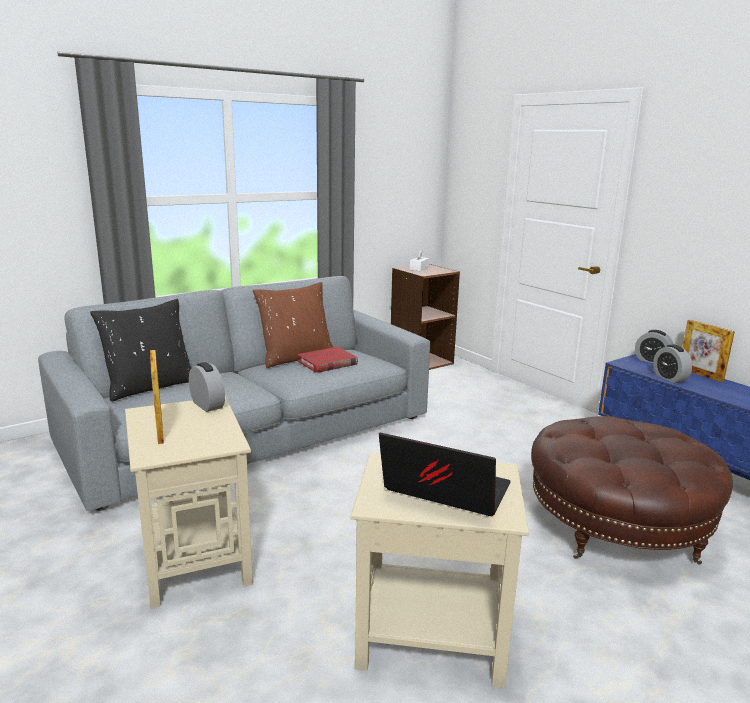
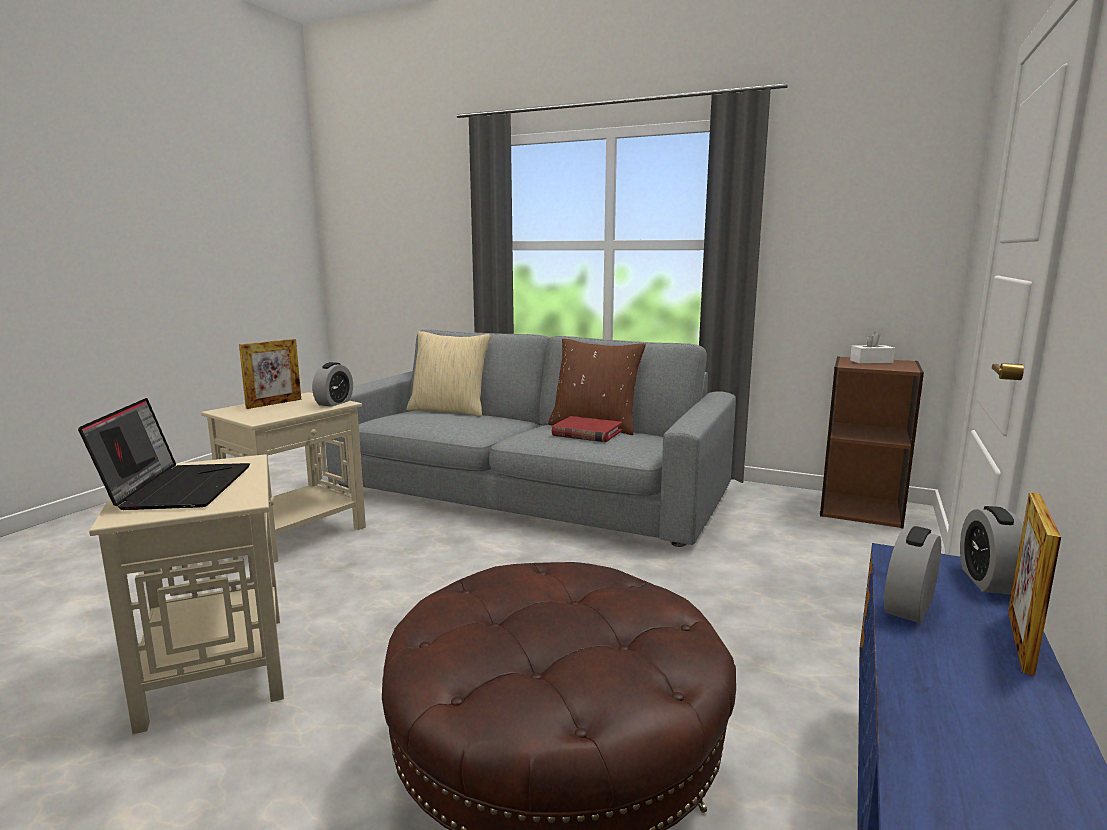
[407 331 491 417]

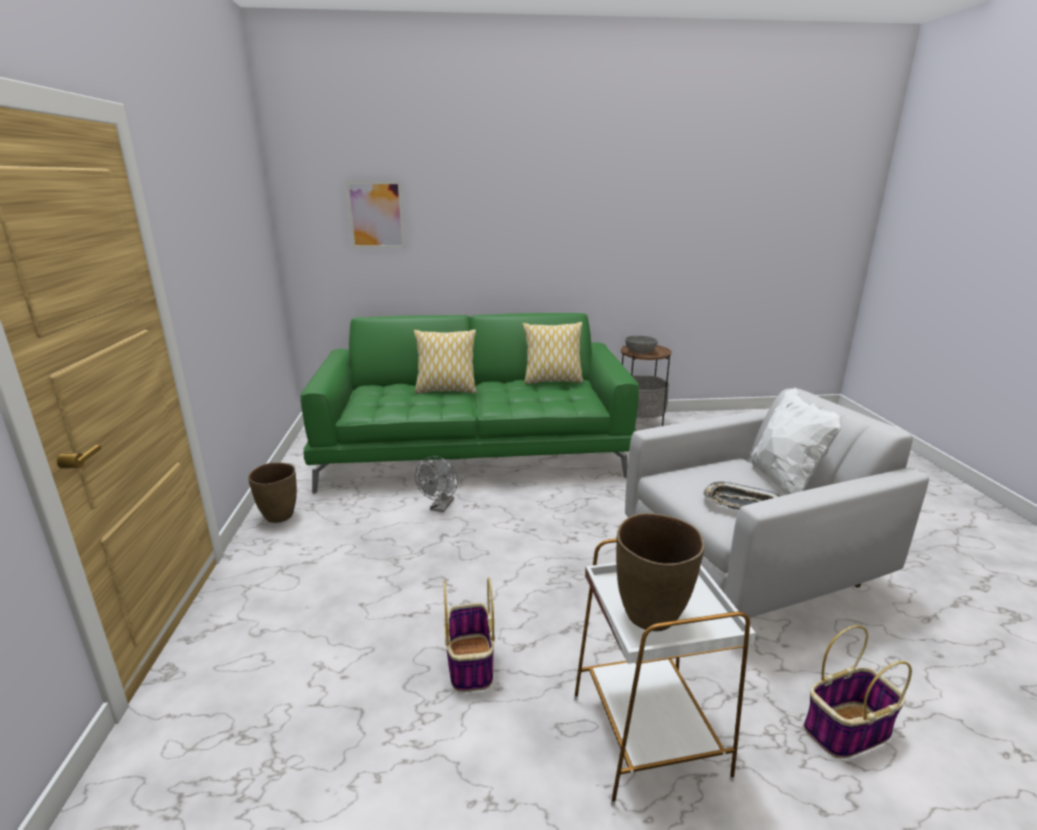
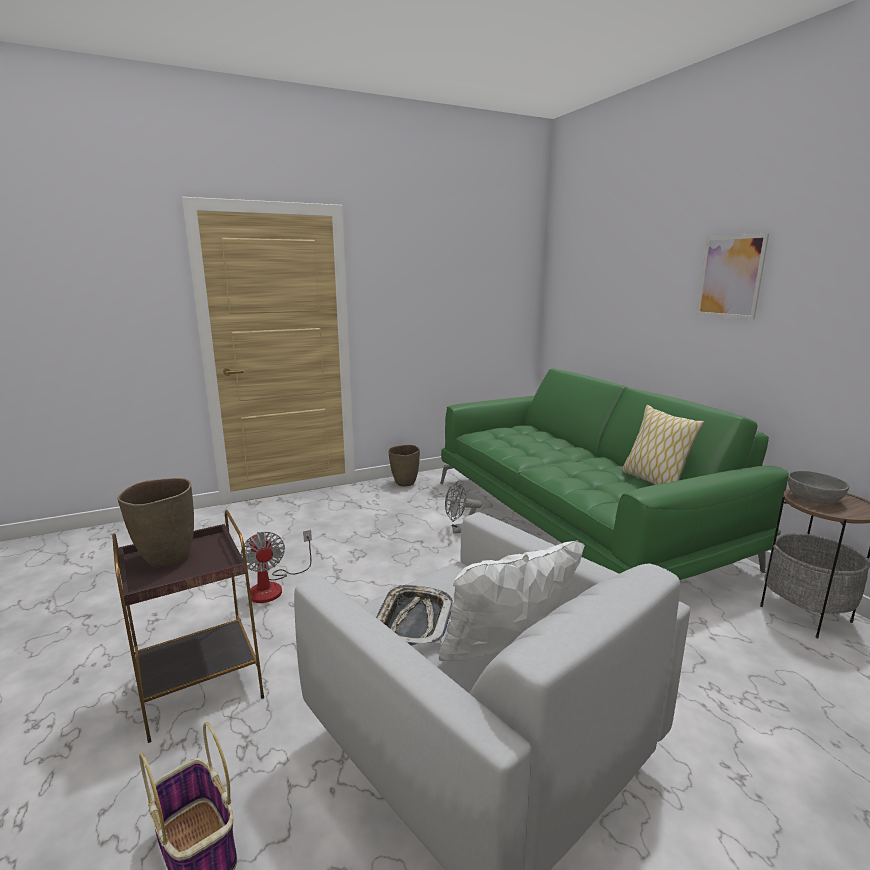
[696 233 769 319]
[414 329 477 394] (first image)
[241 530 312 603]
[112 510 264 743]

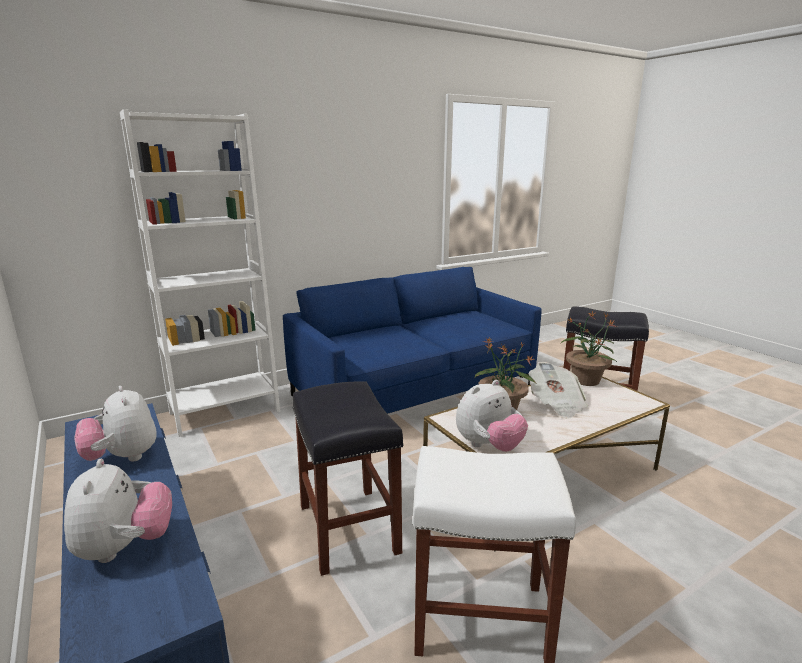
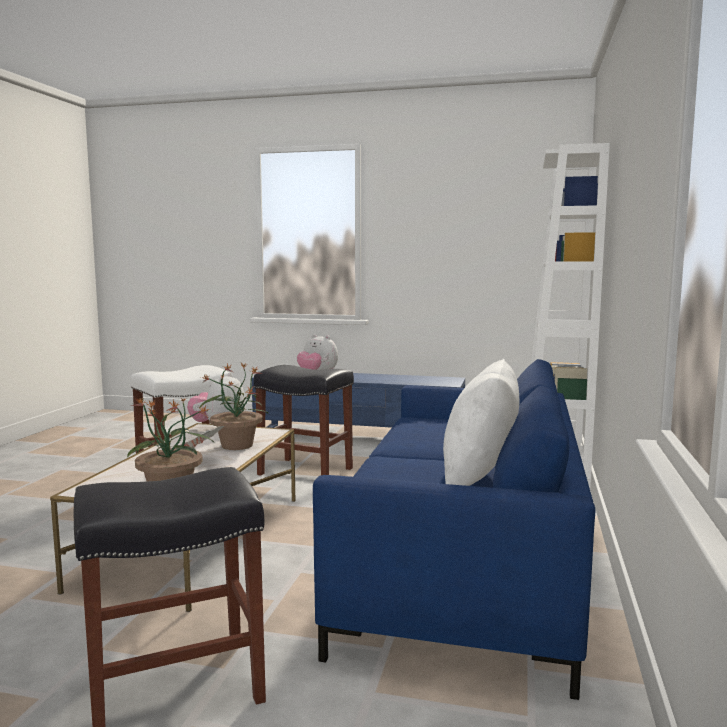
[74 386 157 462] (first image)
[443 359 520 486]

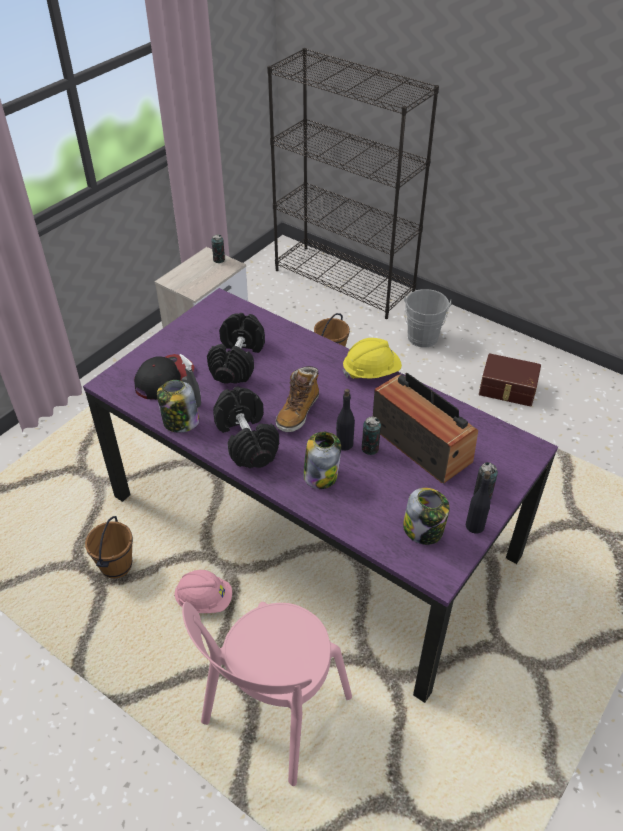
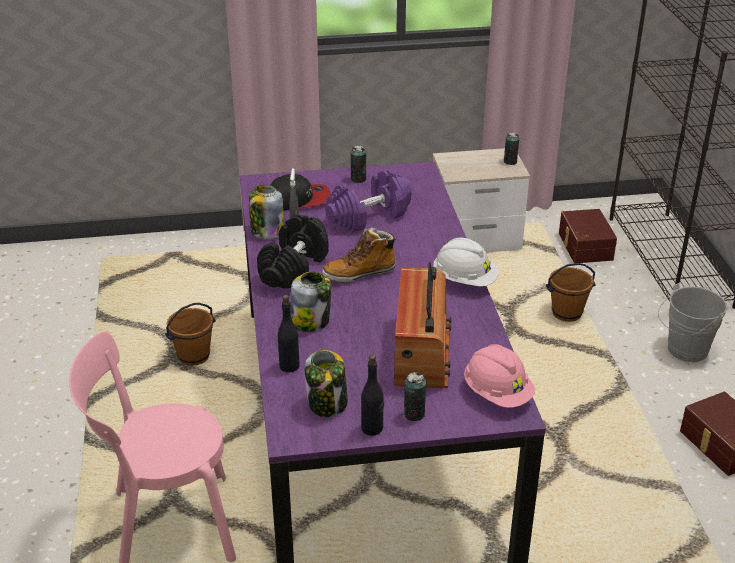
[464 344 535 408]
[325 170 412 233]
[278 295 300 373]
[433 238 499 287]
[351 146 366 183]
[559 209 617 263]

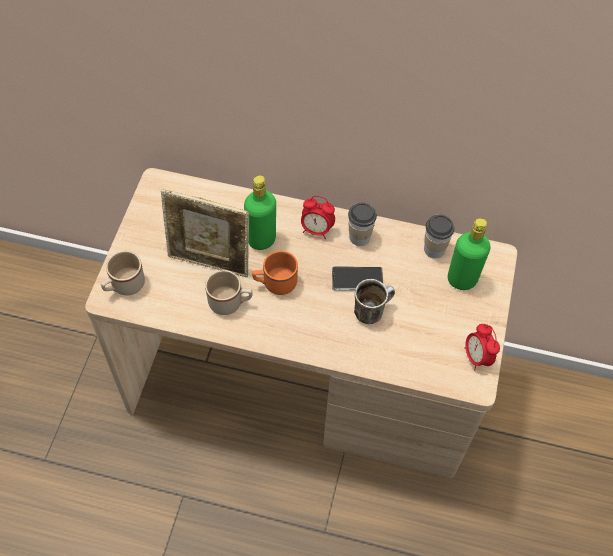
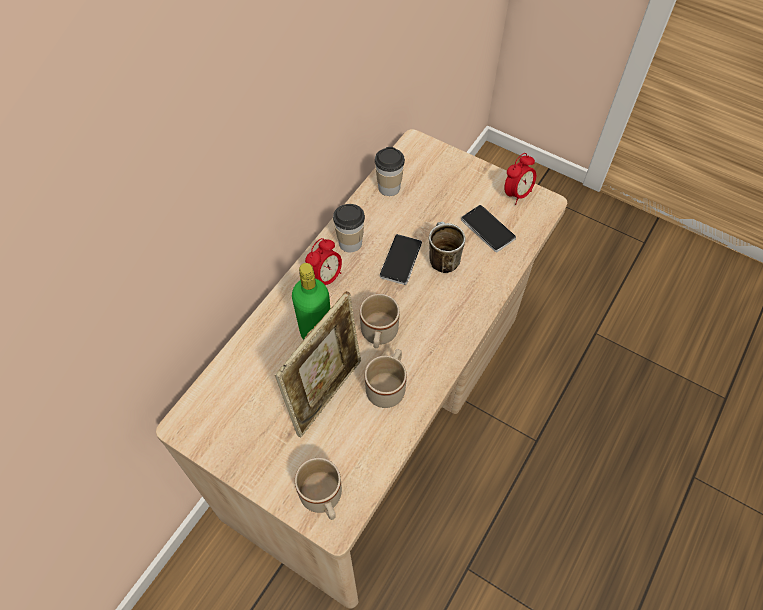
[360 294 400 348]
[448 218 490 290] (first image)
[504 153 536 205]
[461 205 516 252]

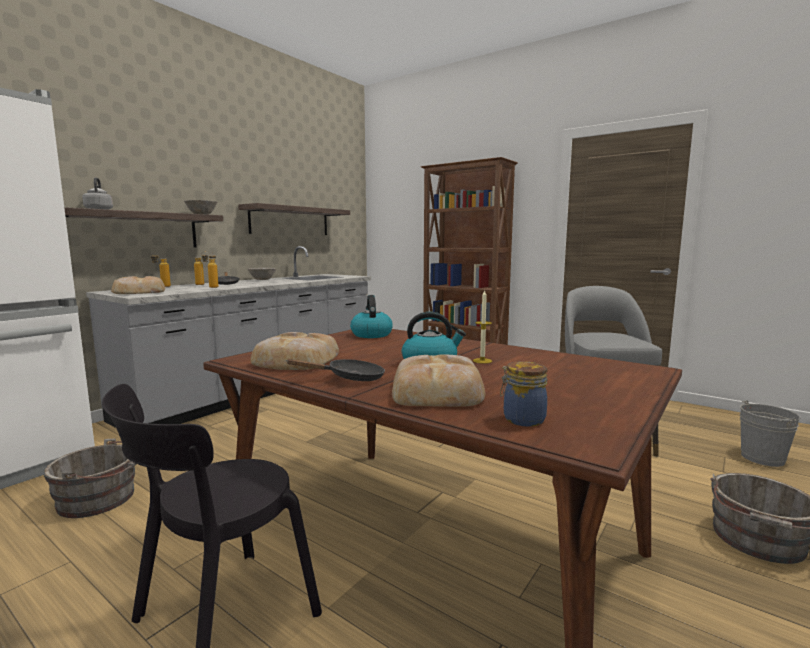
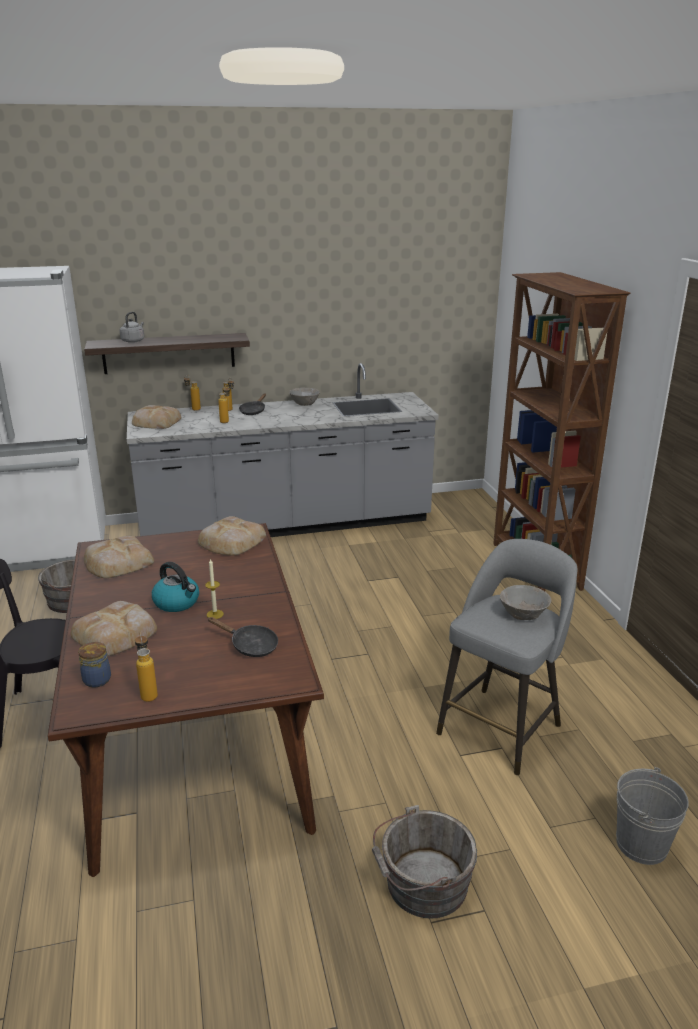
[500 585 551 620]
[238 203 350 235] (first image)
[208 617 278 657]
[198 516 266 556]
[135 632 158 702]

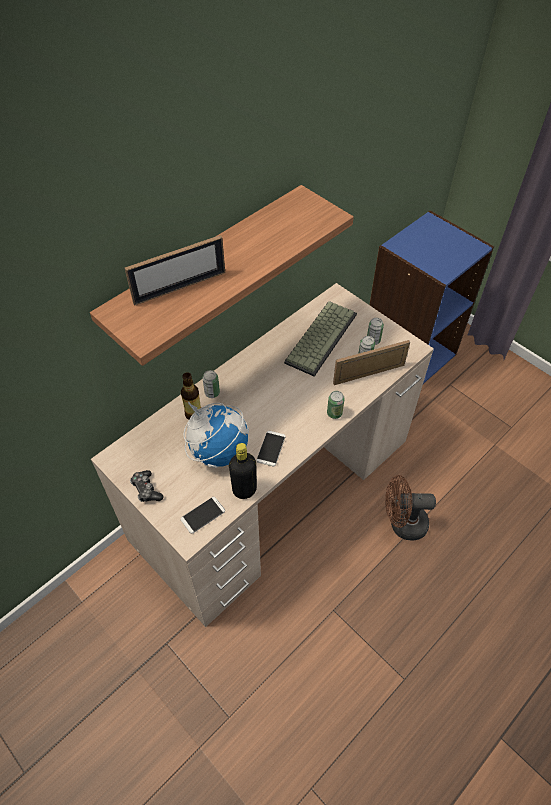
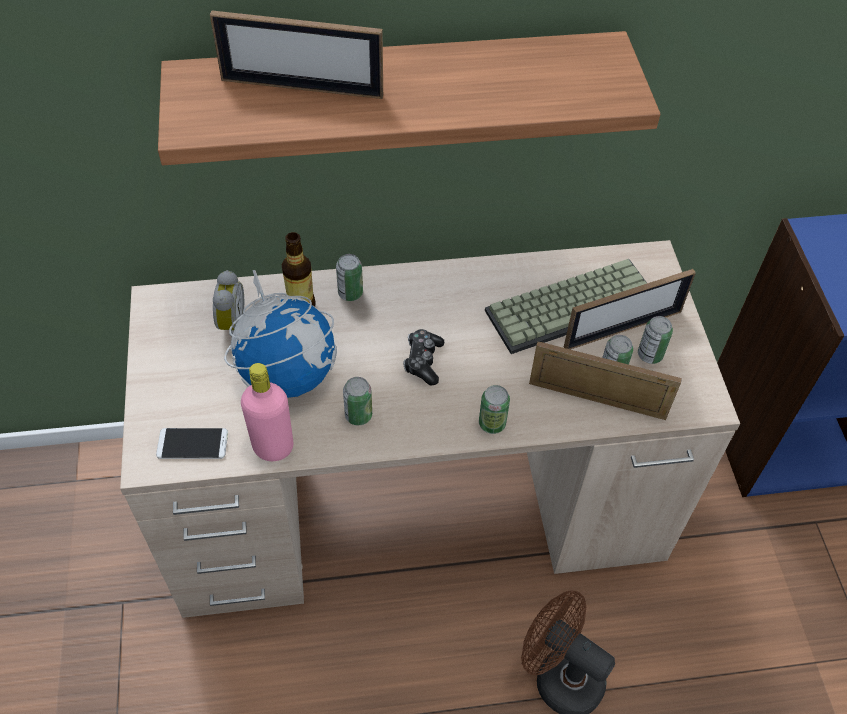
[403 329 444 385]
[241 363 294 461]
[343 377 372 425]
[213 270 244 334]
[564 269 696 350]

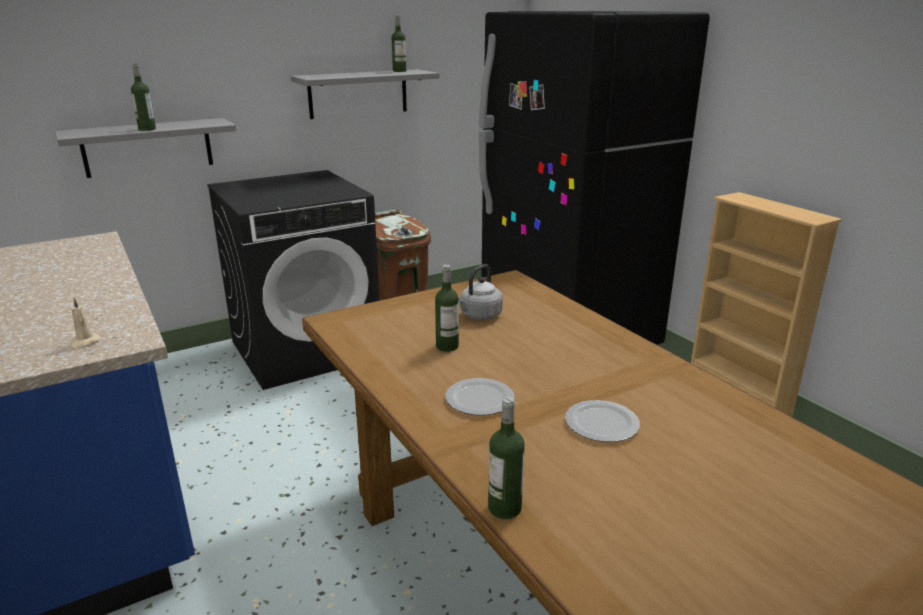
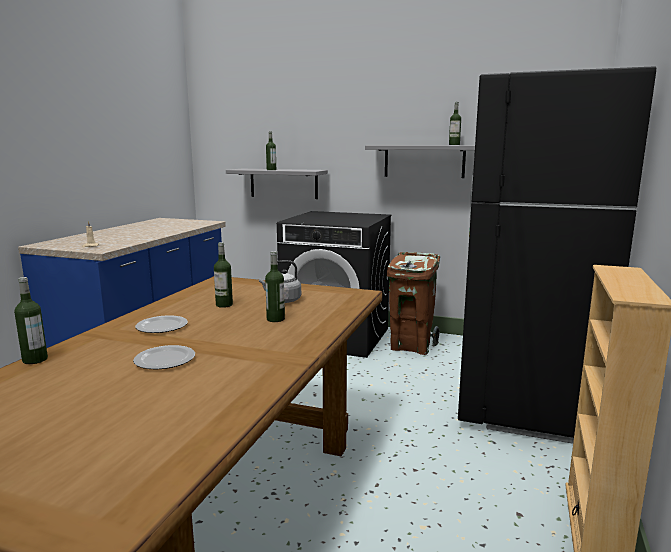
[265 251 285 322]

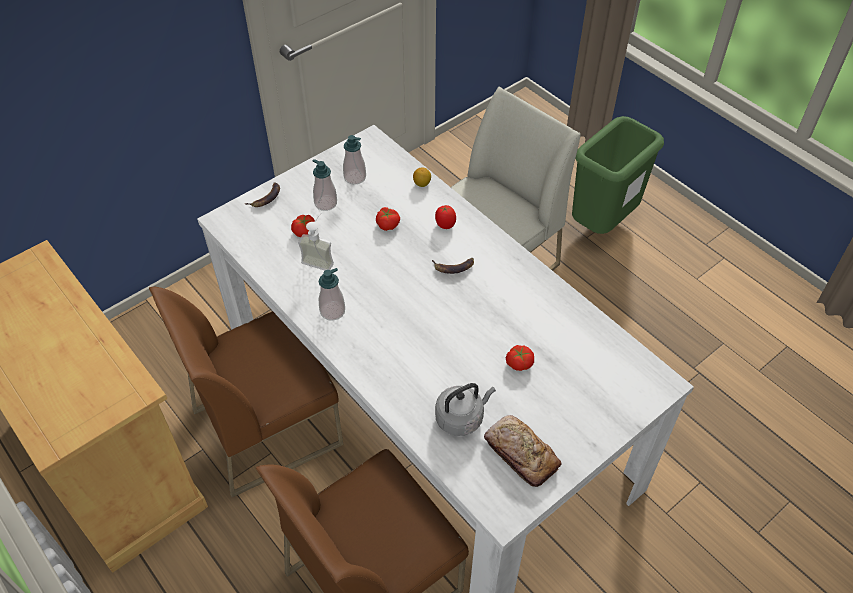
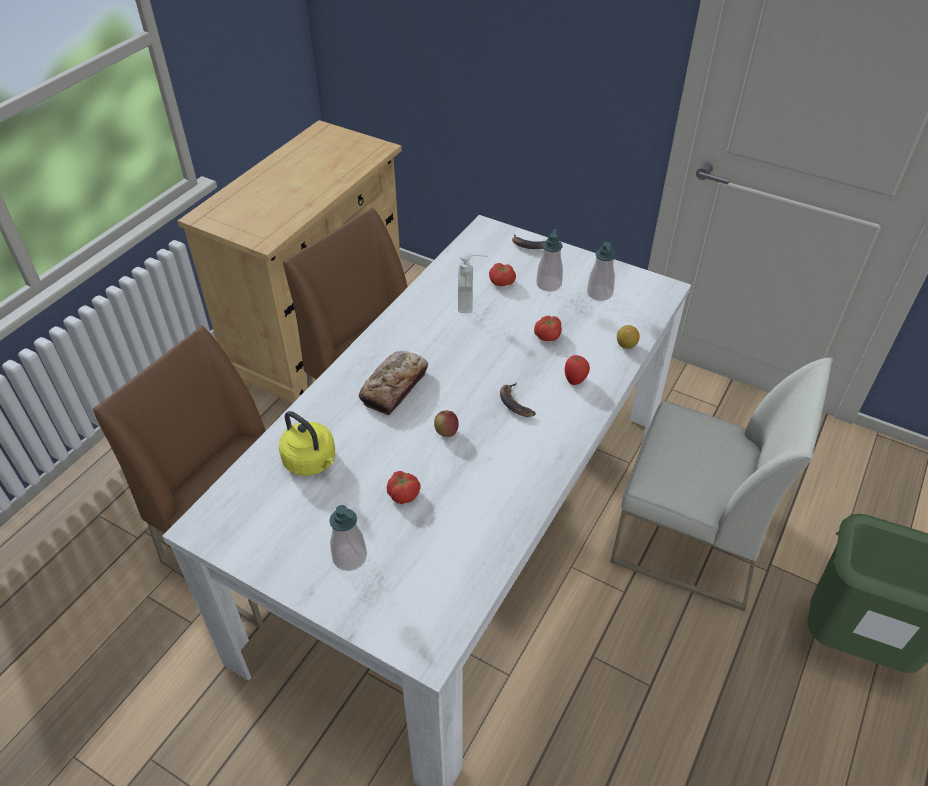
[329 505 367 571]
[279 411 335 476]
[359 351 428 415]
[434 410 459 437]

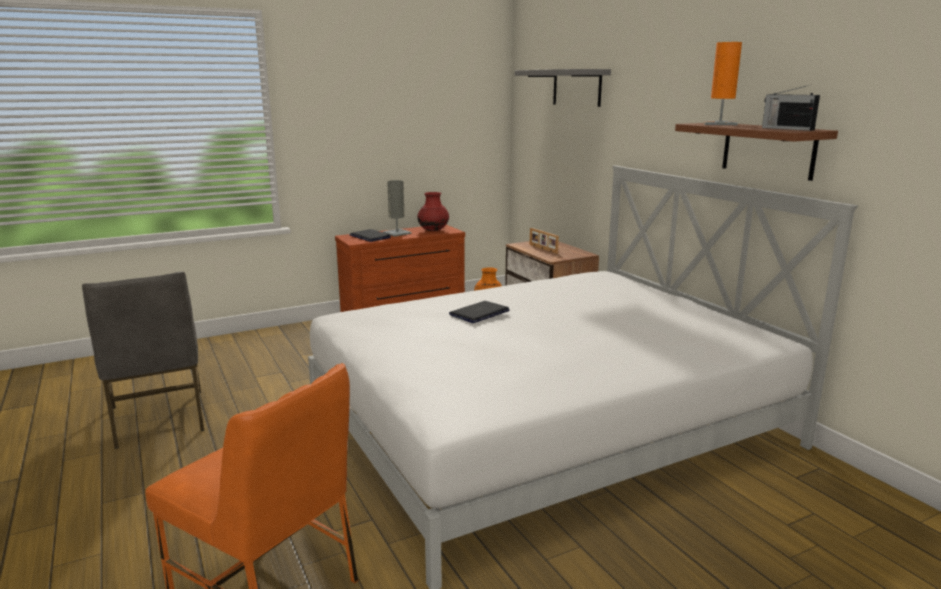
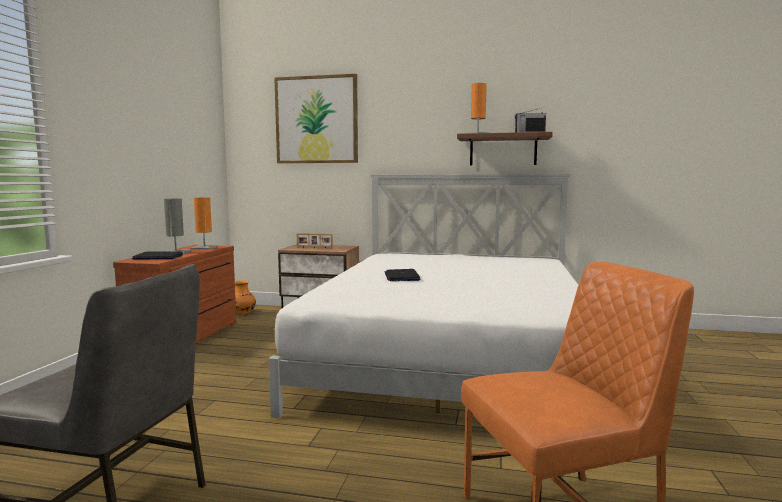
[190 197 218 250]
[274 74 358 163]

